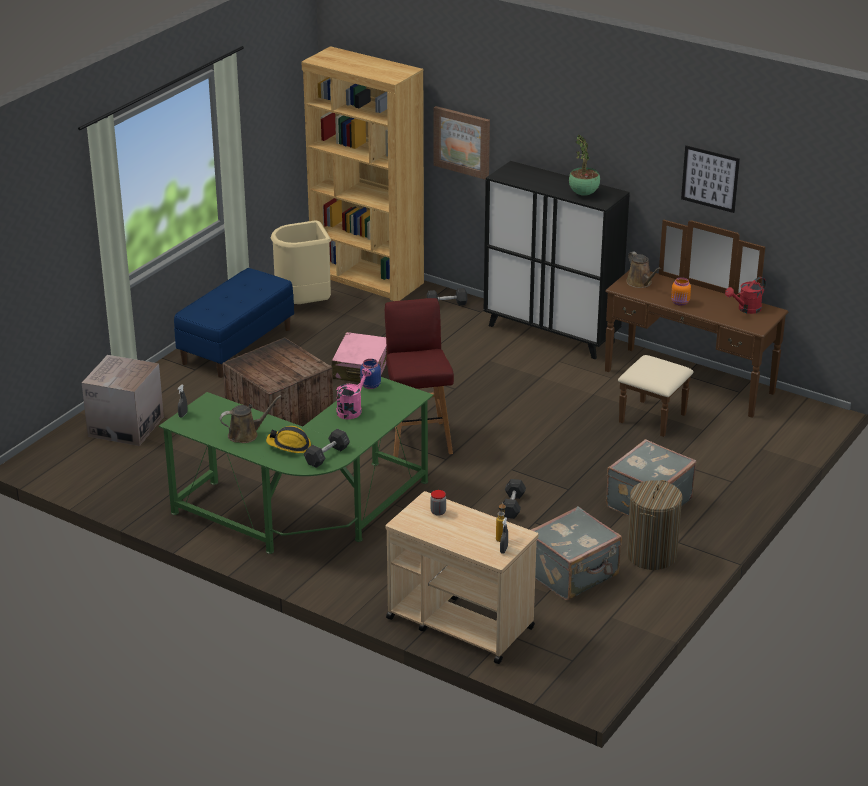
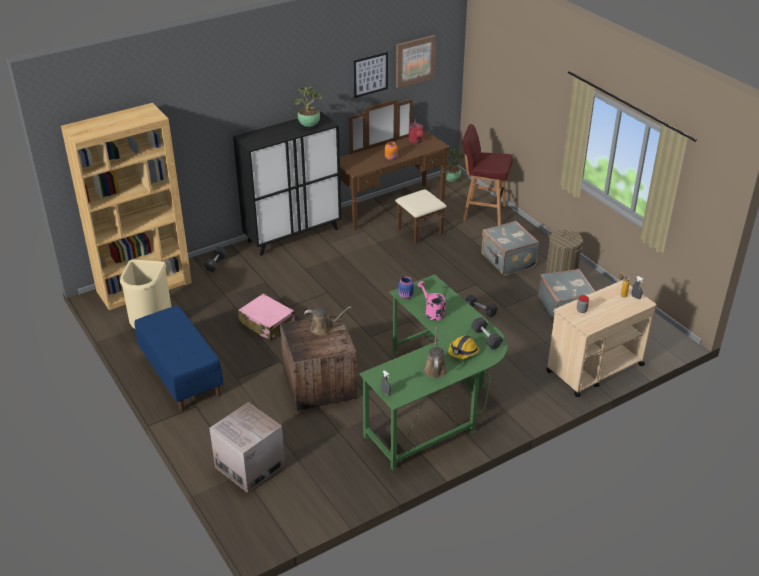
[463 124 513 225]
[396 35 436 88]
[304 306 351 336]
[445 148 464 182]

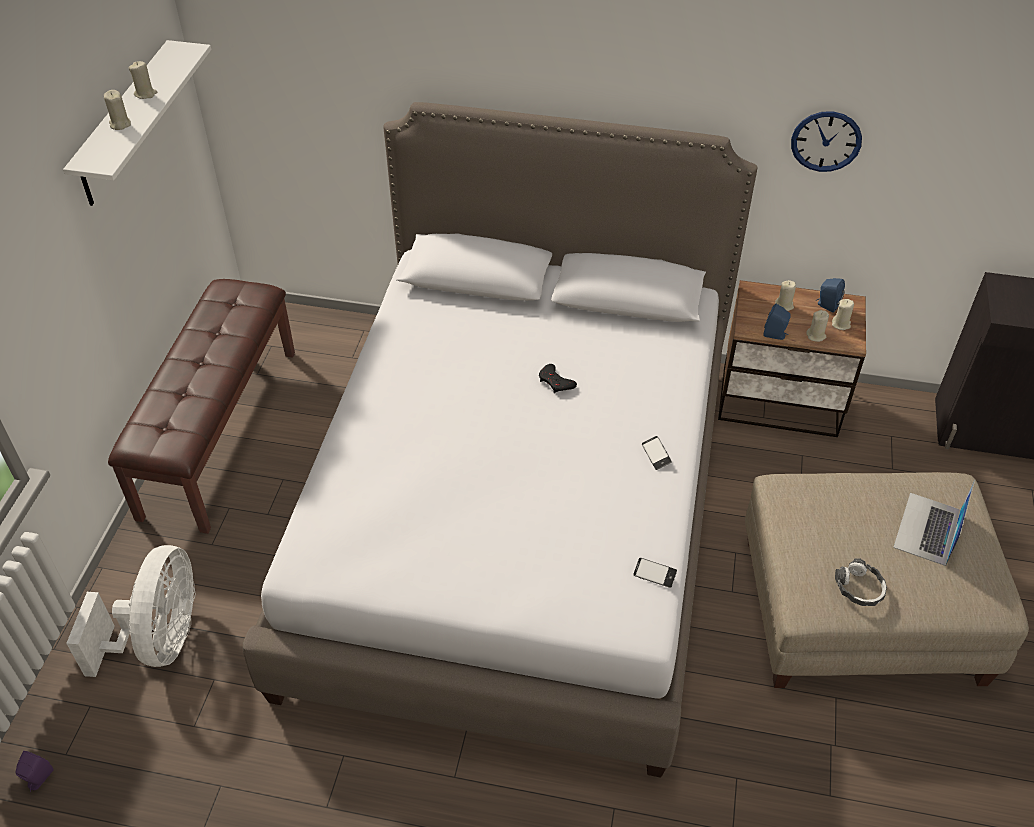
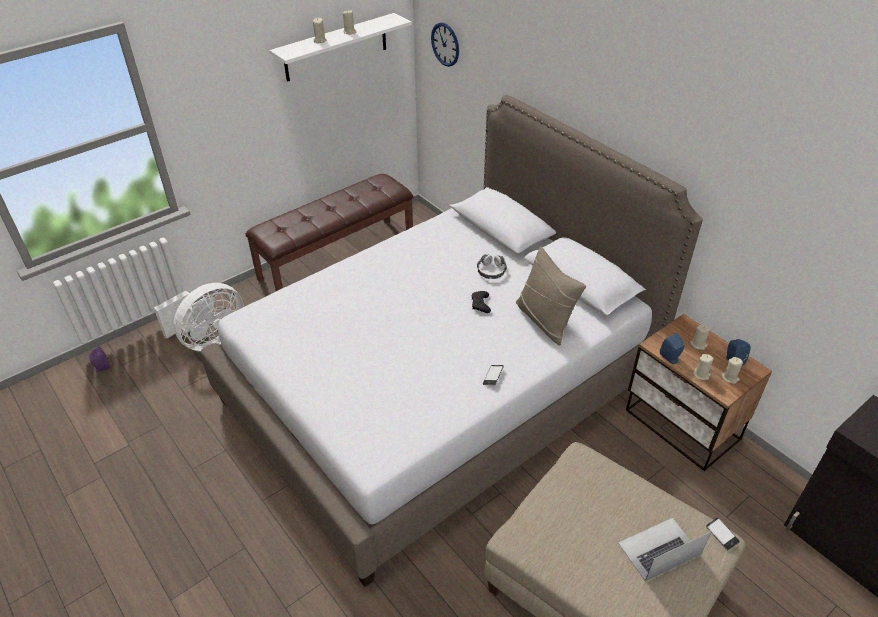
[706 517 740 550]
[431 22 459 67]
[477 254 507 279]
[516 246 586 346]

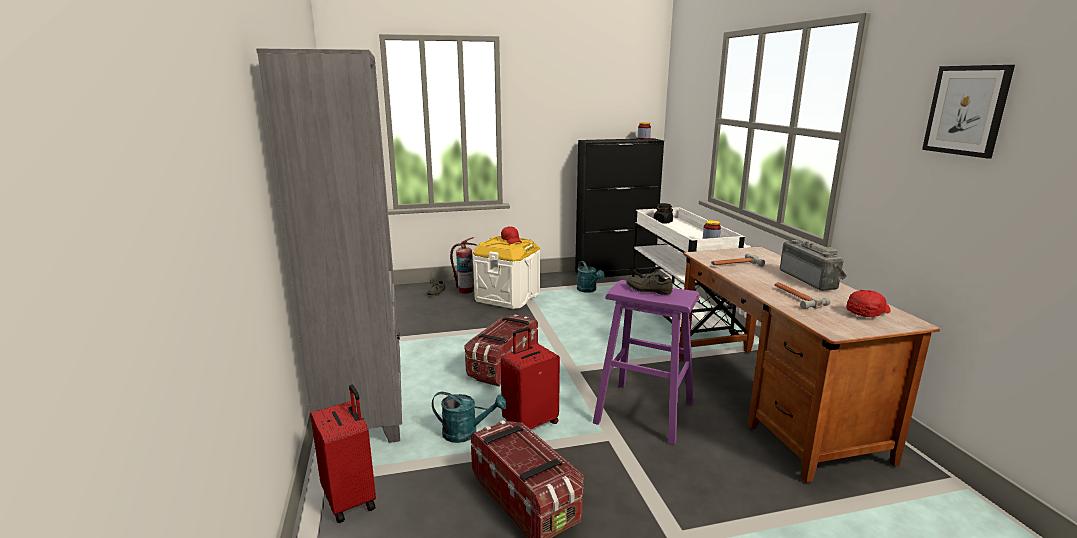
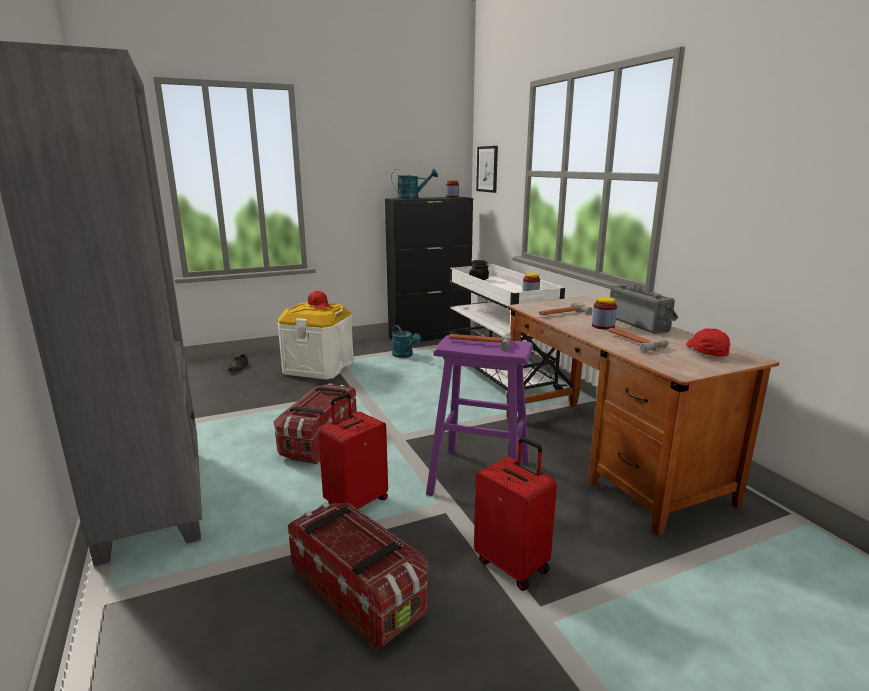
[474 437 557 591]
[391 169 438 199]
[450 237 477 294] (first image)
[449 333 511 350]
[686 328 730 356]
[476 146 498 193]
[592 297 617 330]

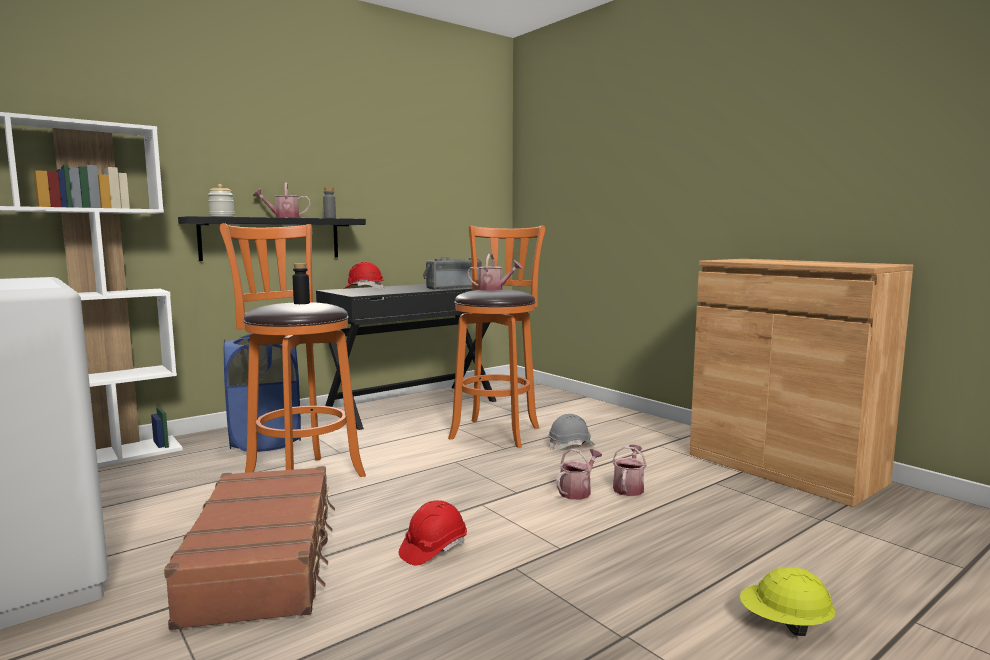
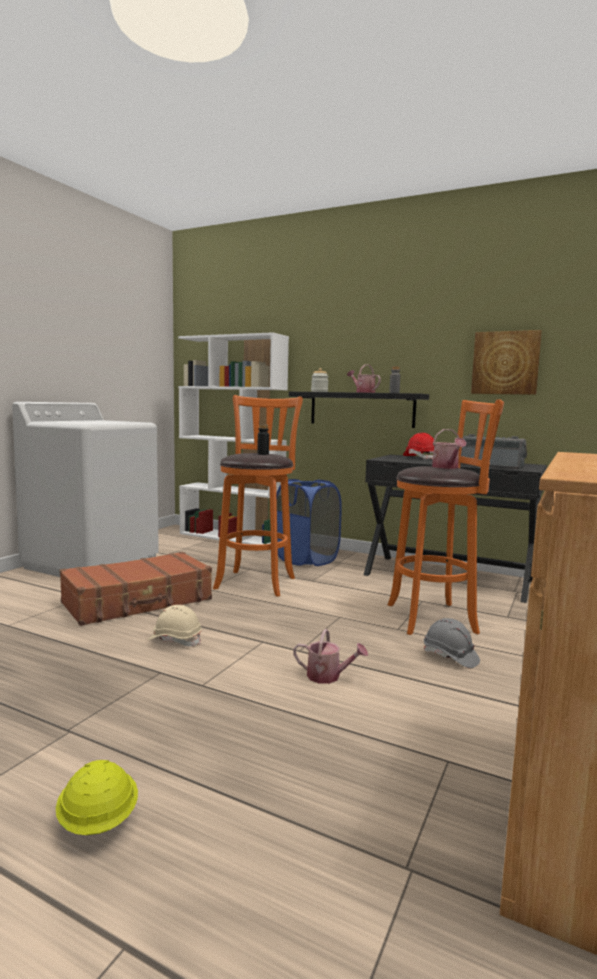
[148 605 202 647]
[612 445 647 496] (first image)
[471 330 542 395]

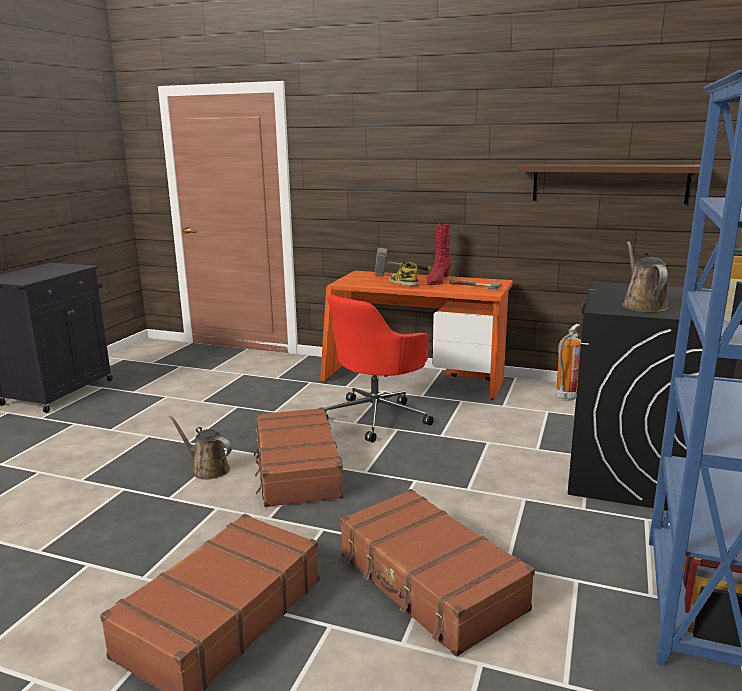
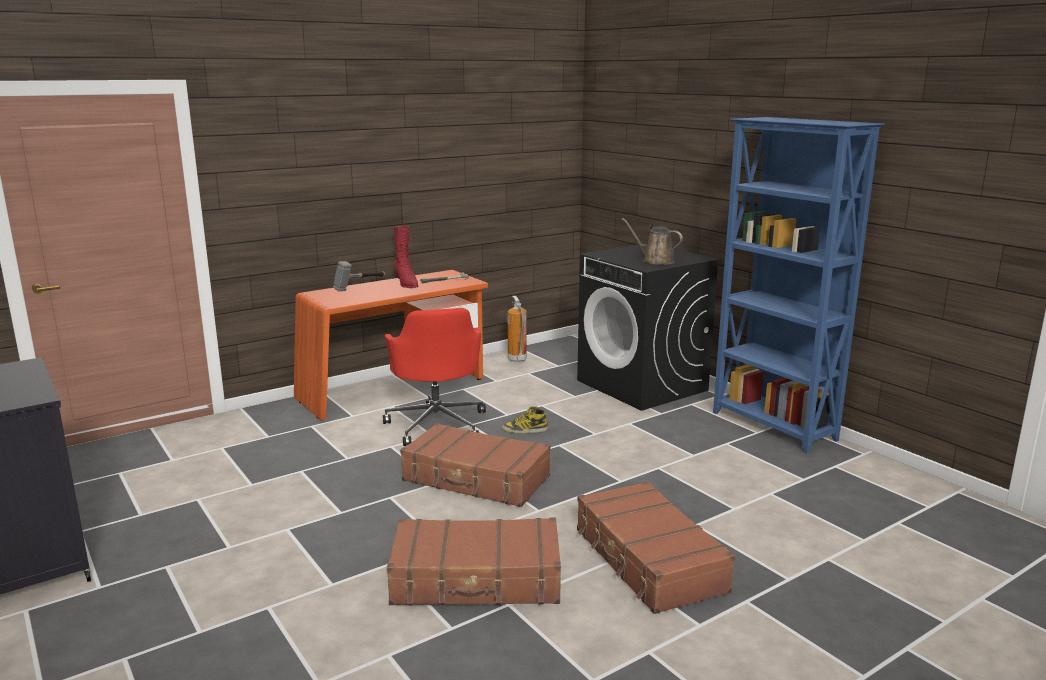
[169 415 232 479] (first image)
[387 518 561 606]
[502 406 548 433]
[517 164 700 204] (first image)

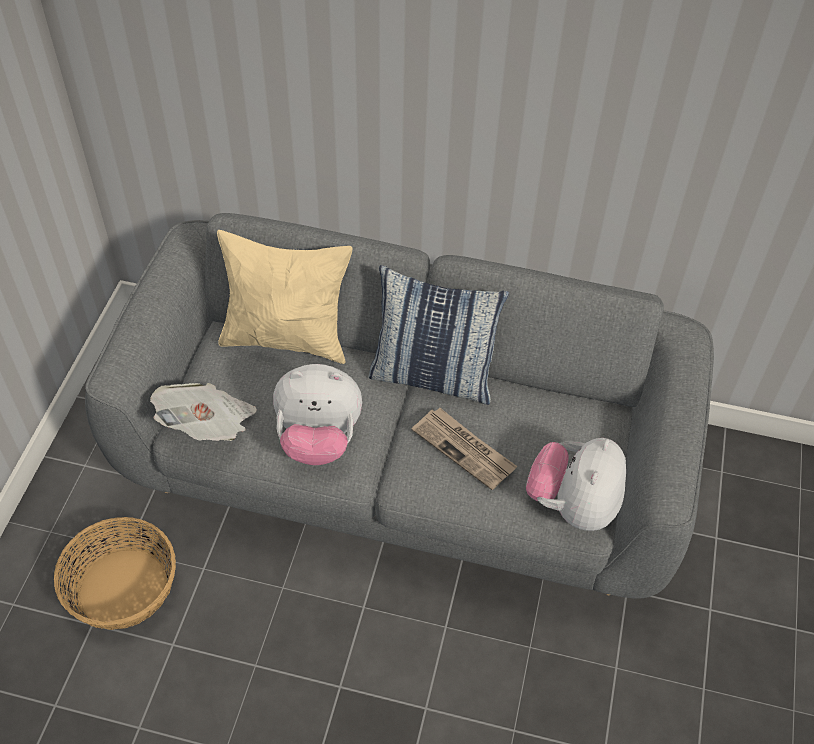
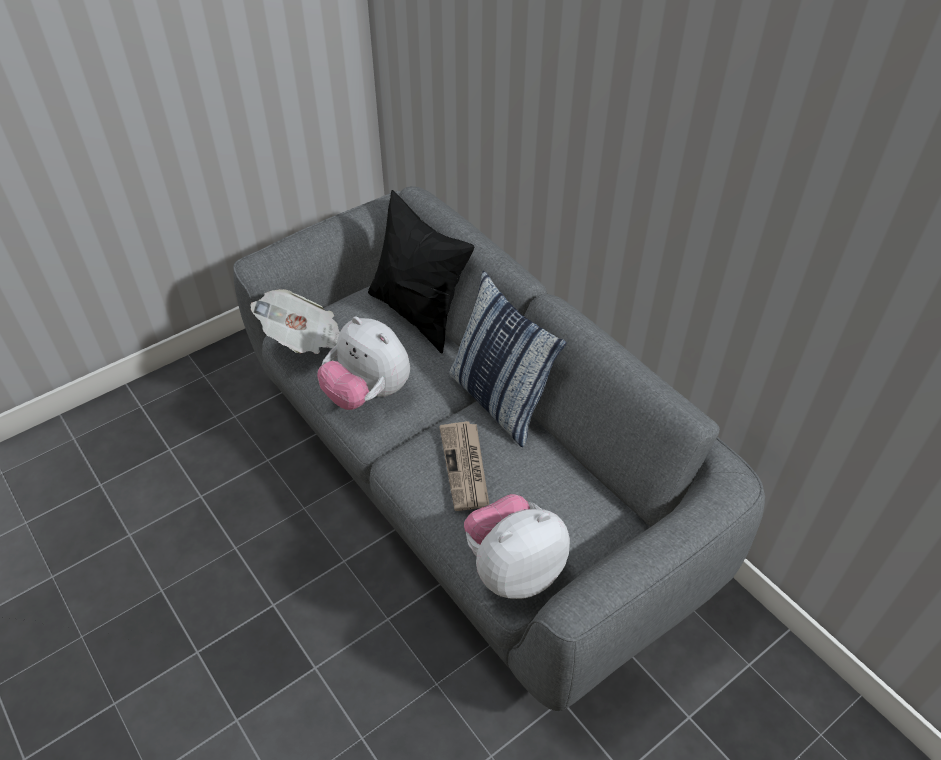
[54 517 176 630] (first image)
[368 190 474 353]

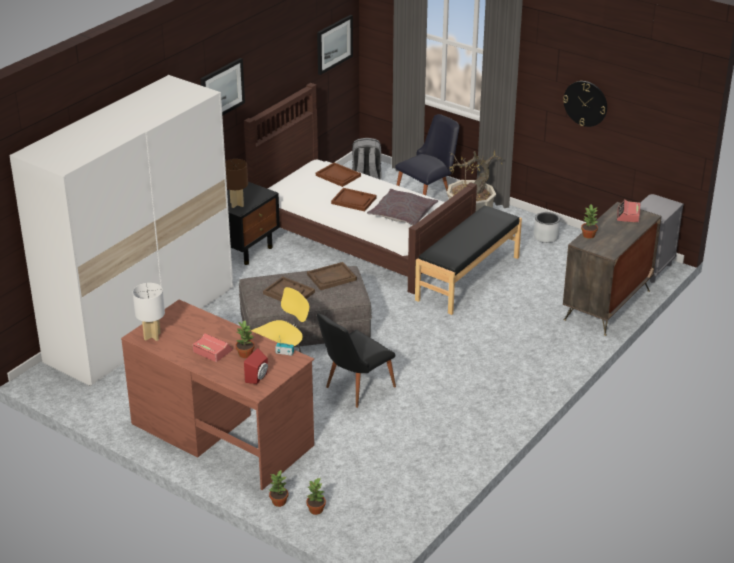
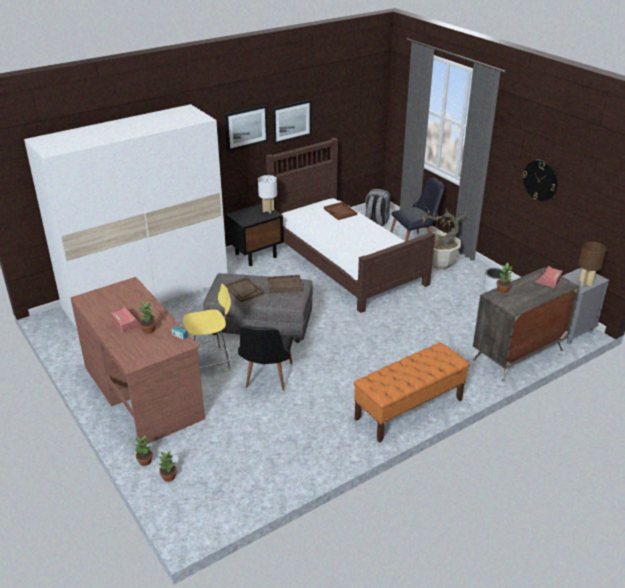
[258 175 277 213]
[578 242 606 287]
[244 348 268 384] (first image)
[272 99 312 145]
[238 326 293 391]
[331 188 377 211] (first image)
[367 189 438 225] (first image)
[415 205 522 315] (first image)
[354 342 470 443]

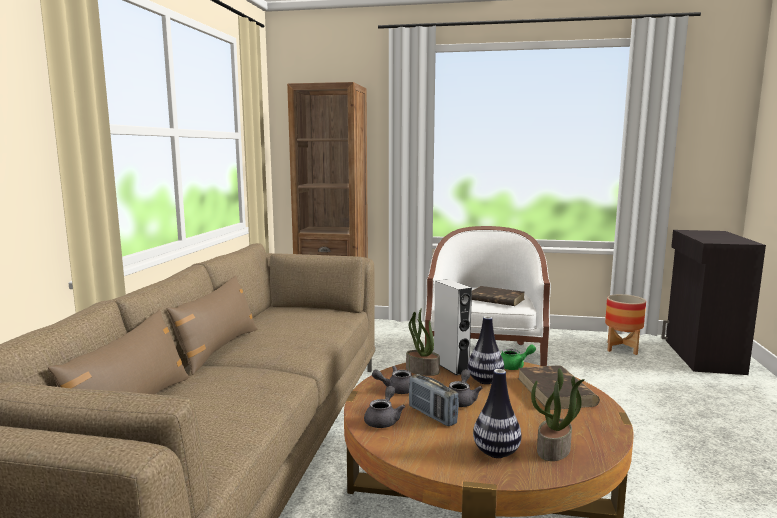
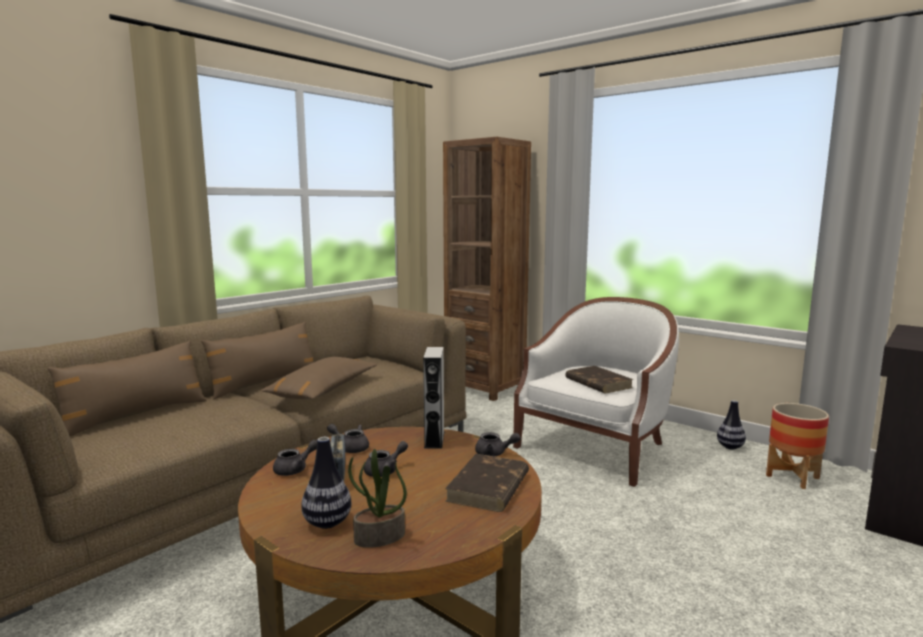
[406 308 440 376] (first image)
[717 400 746 450]
[475 432 521 457]
[261 357 377 399]

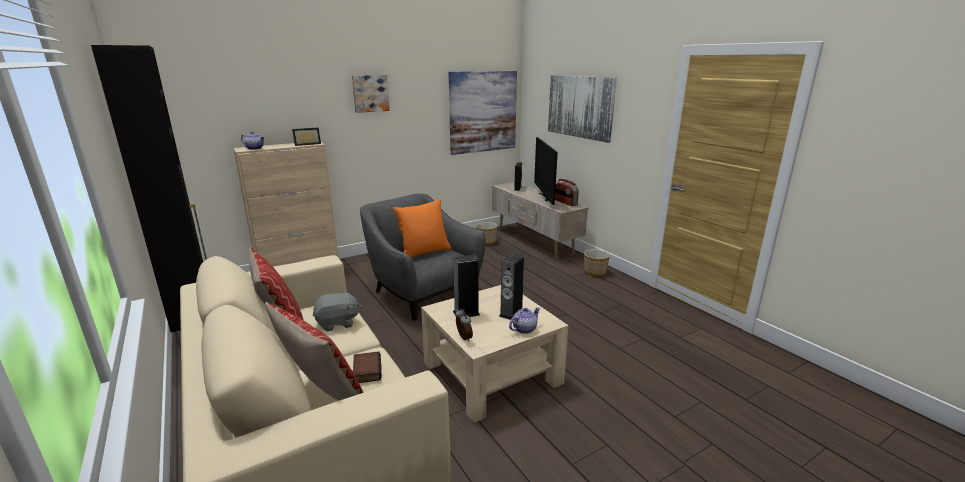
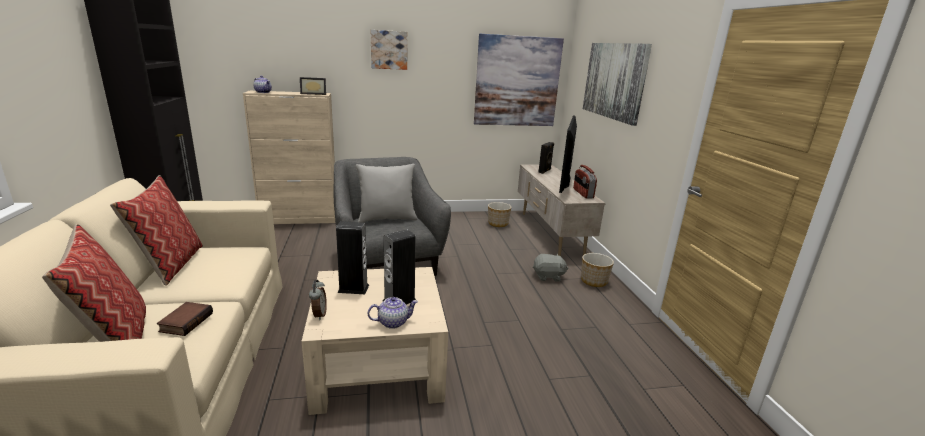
[533 254 568 282]
[356 164 417 223]

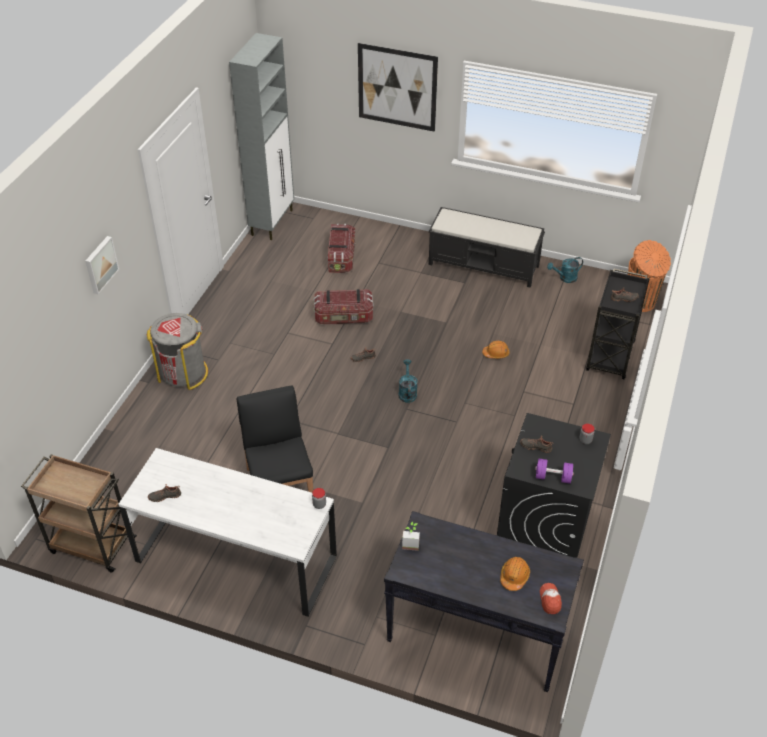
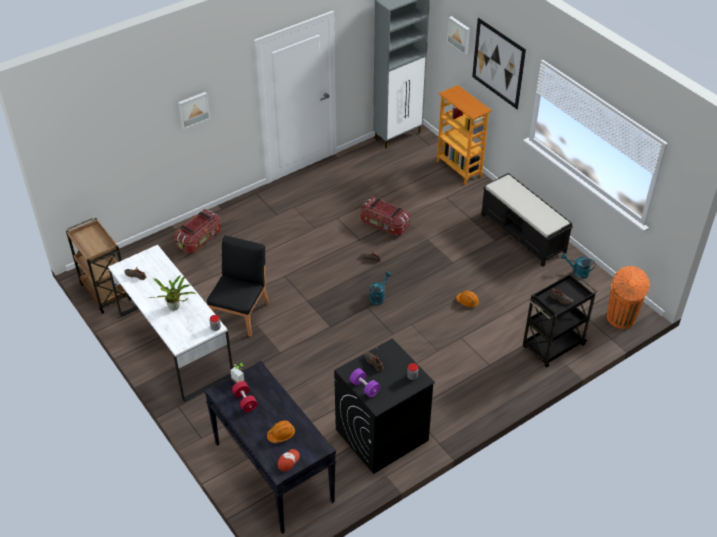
[146 313 208 390] (first image)
[174 209 221 253]
[151 275 196 311]
[232 381 258 412]
[437 85 492 185]
[447 16 470 55]

